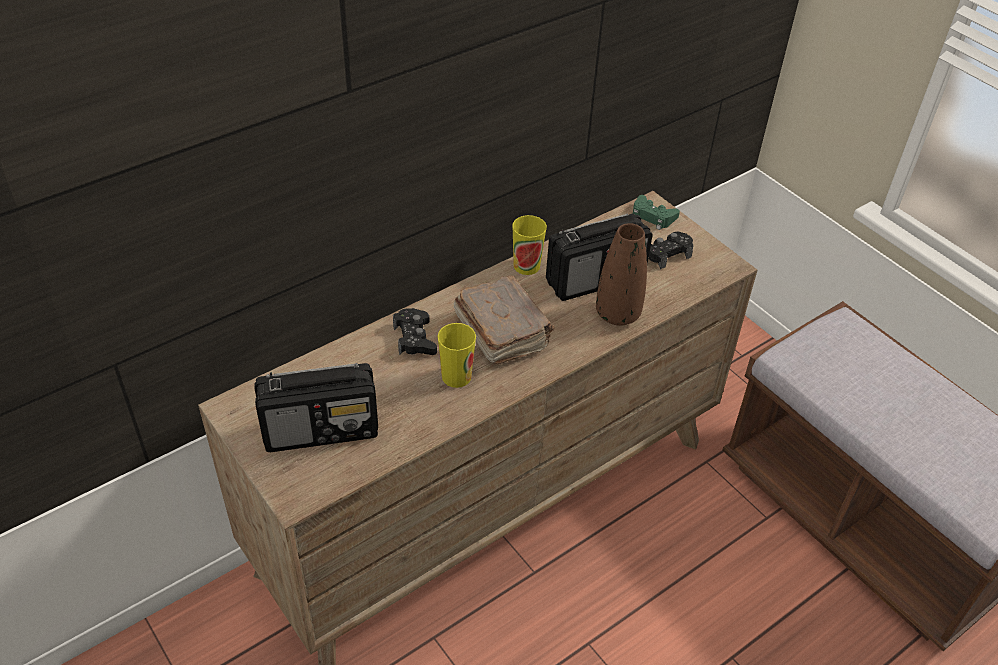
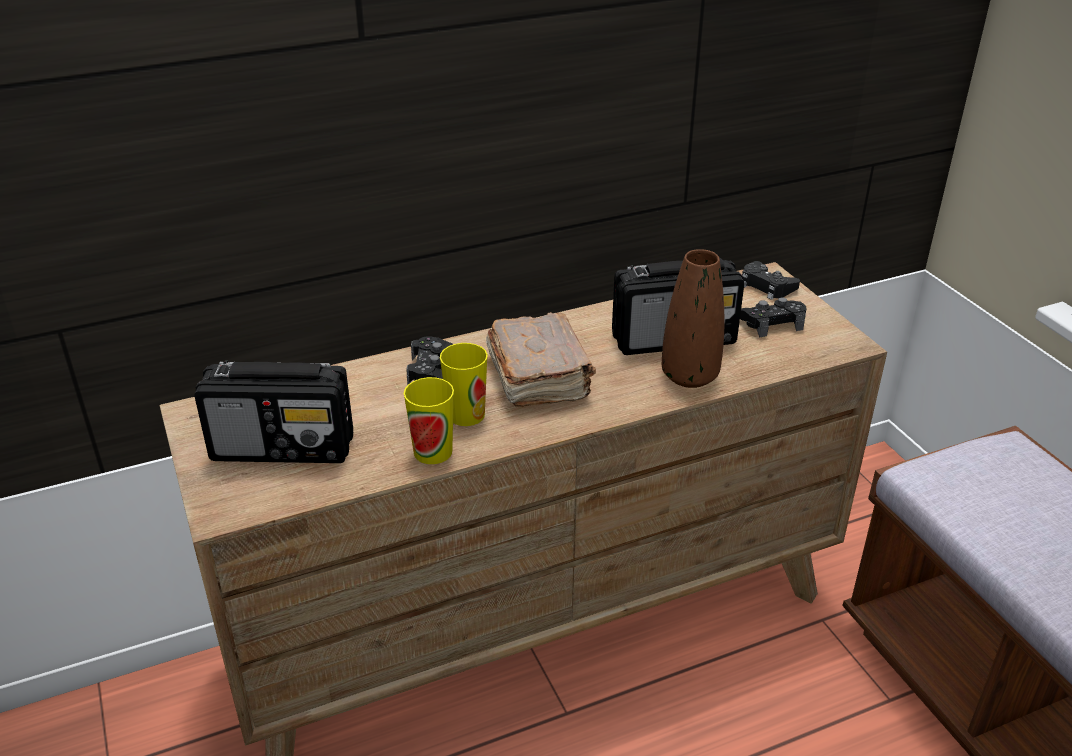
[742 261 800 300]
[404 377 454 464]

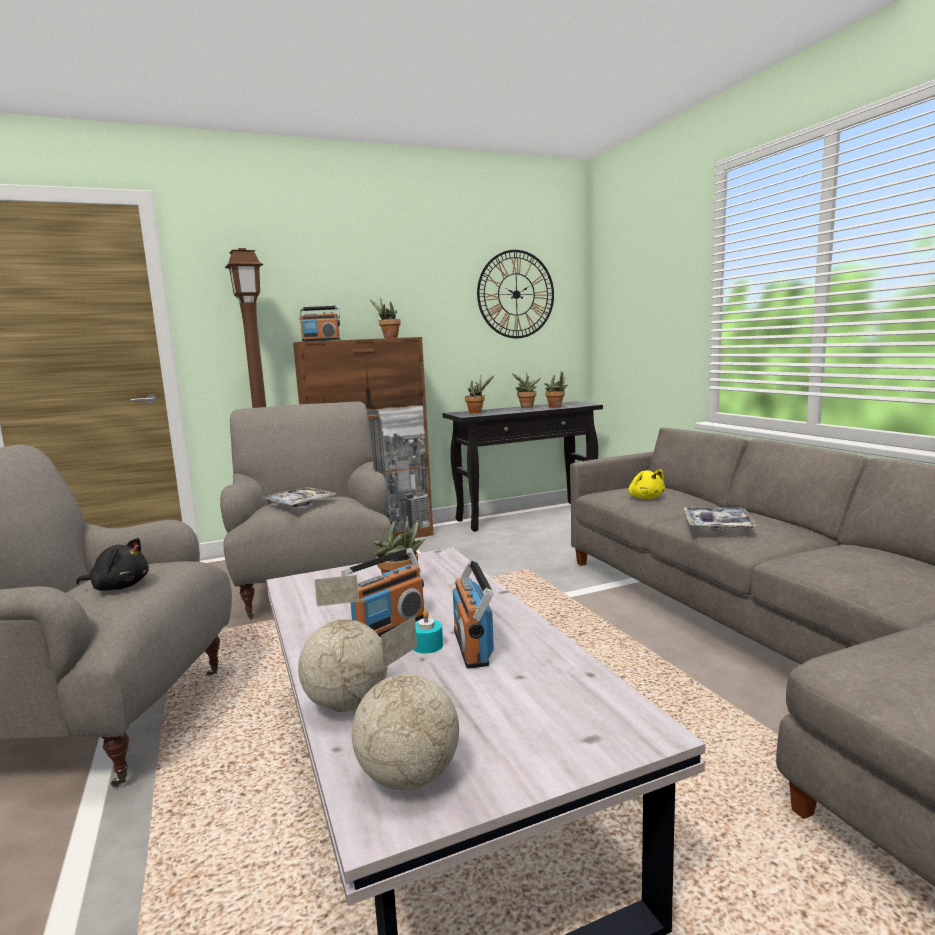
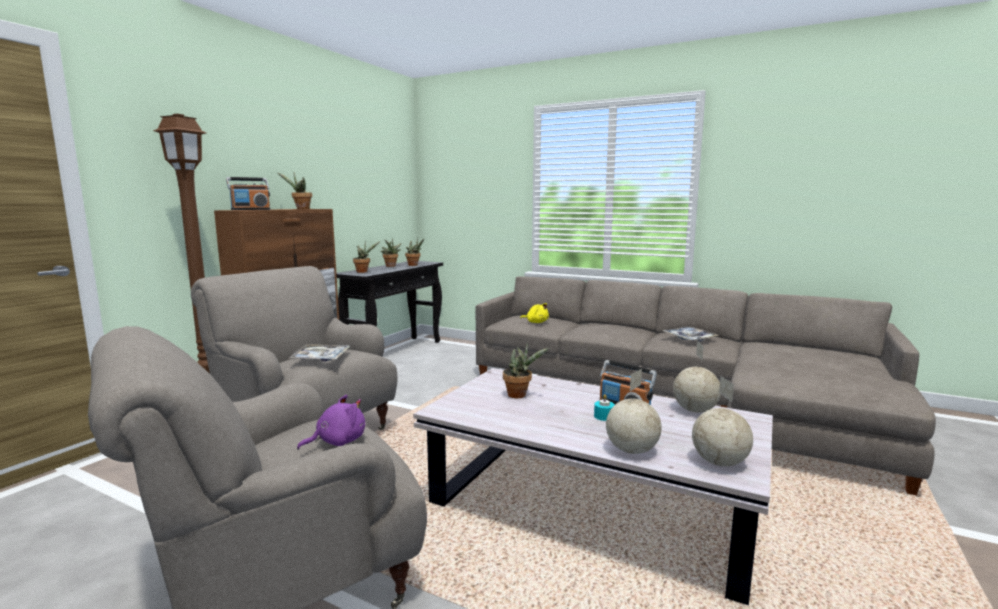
[477 250 554 338] (first image)
[663 326 719 342]
[297 395 365 450]
[341 548 424 637] (first image)
[673 341 721 412]

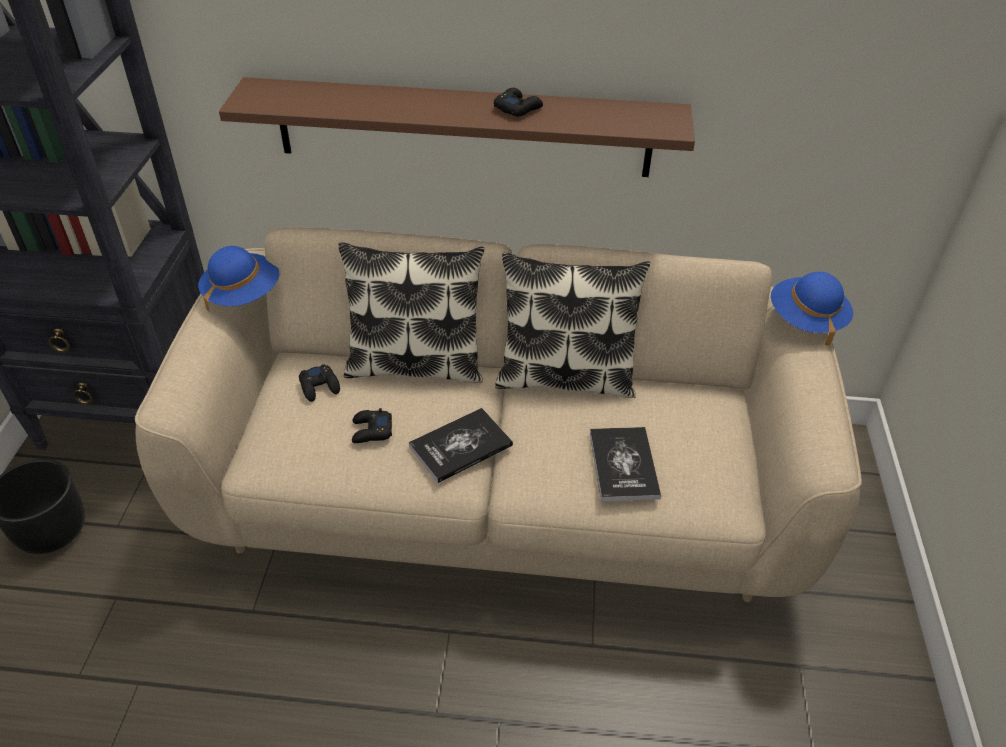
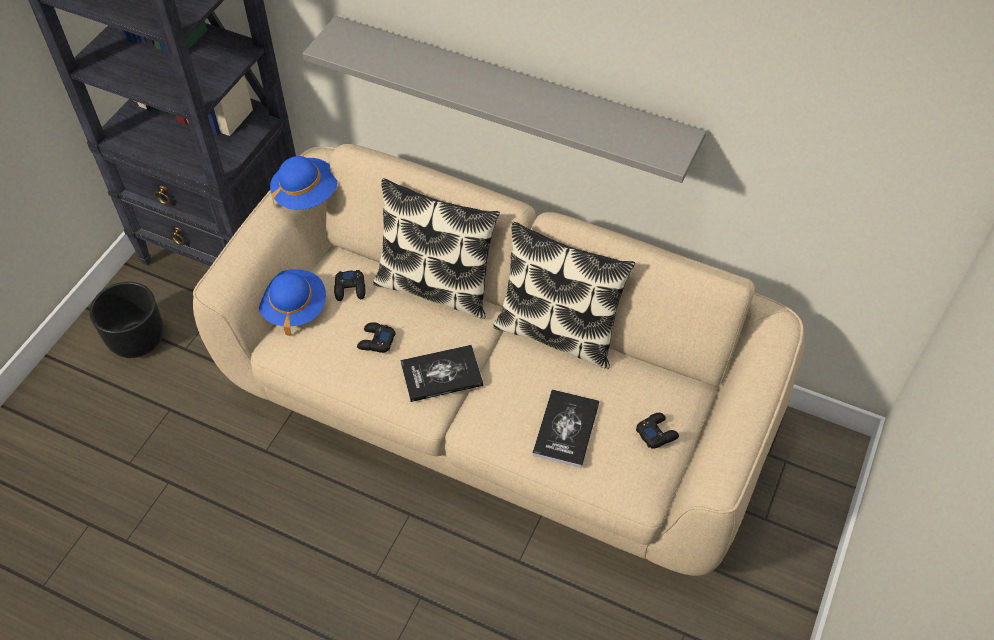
[303 16 706 183]
[636 413 679 449]
[259 269 326 336]

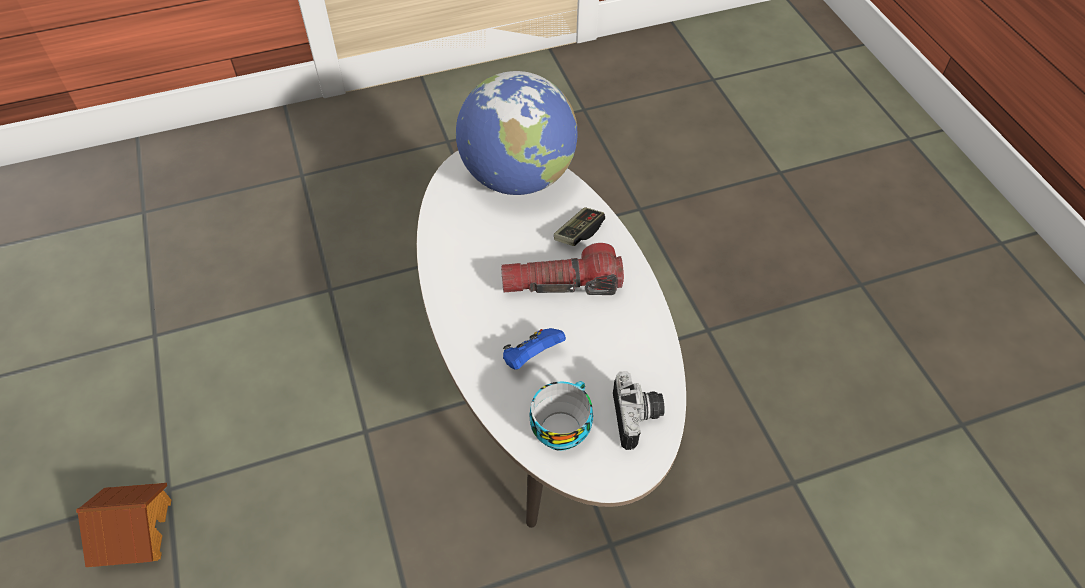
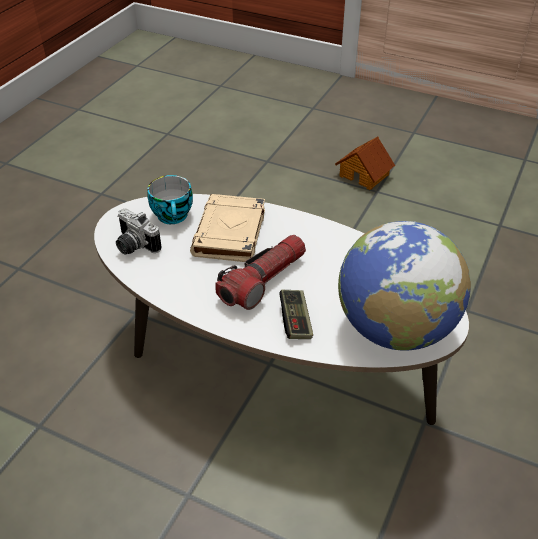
[190 194 265 262]

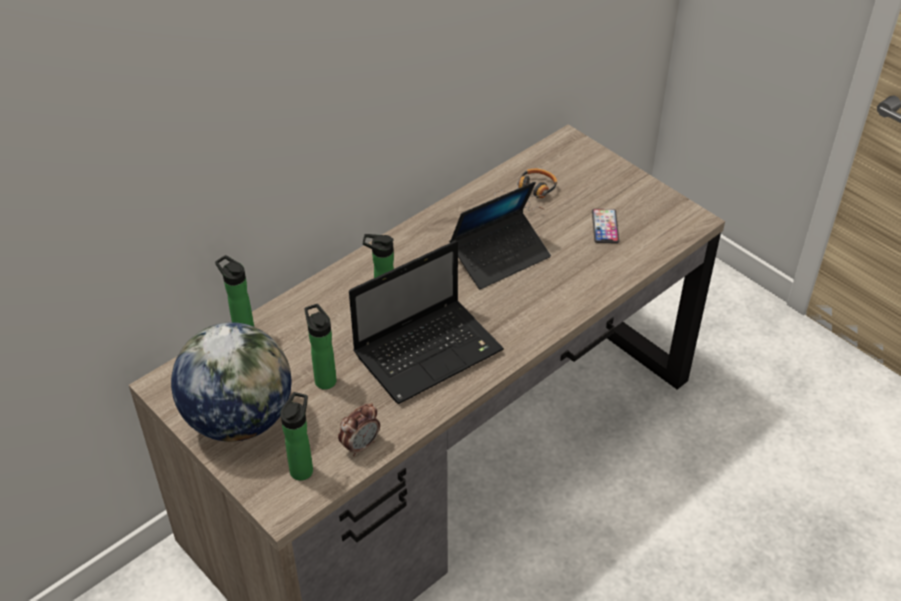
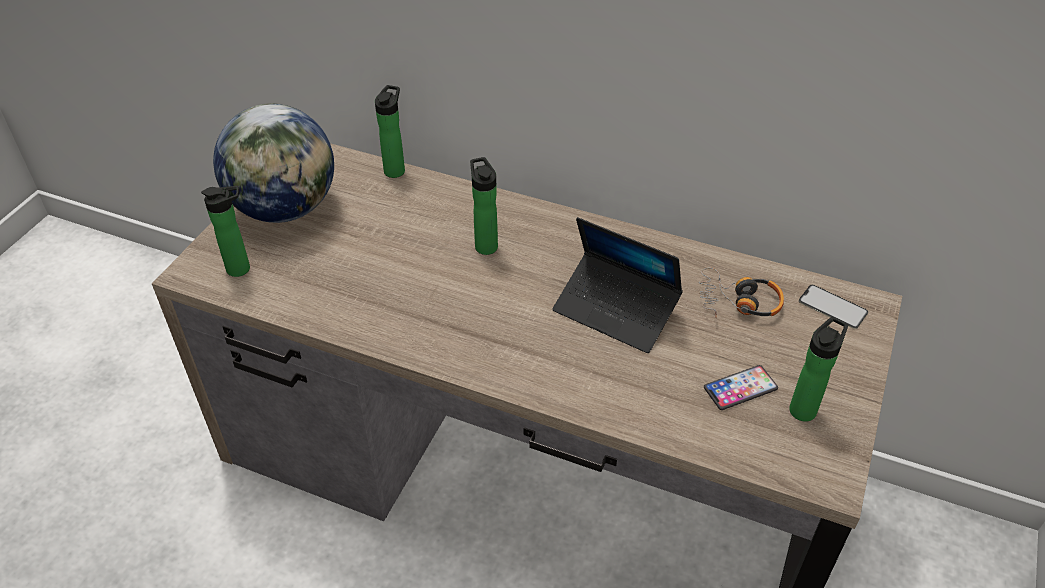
[349 240 504 404] (first image)
[789 317 848 422]
[338 403 380 457] (first image)
[799 284 868 329]

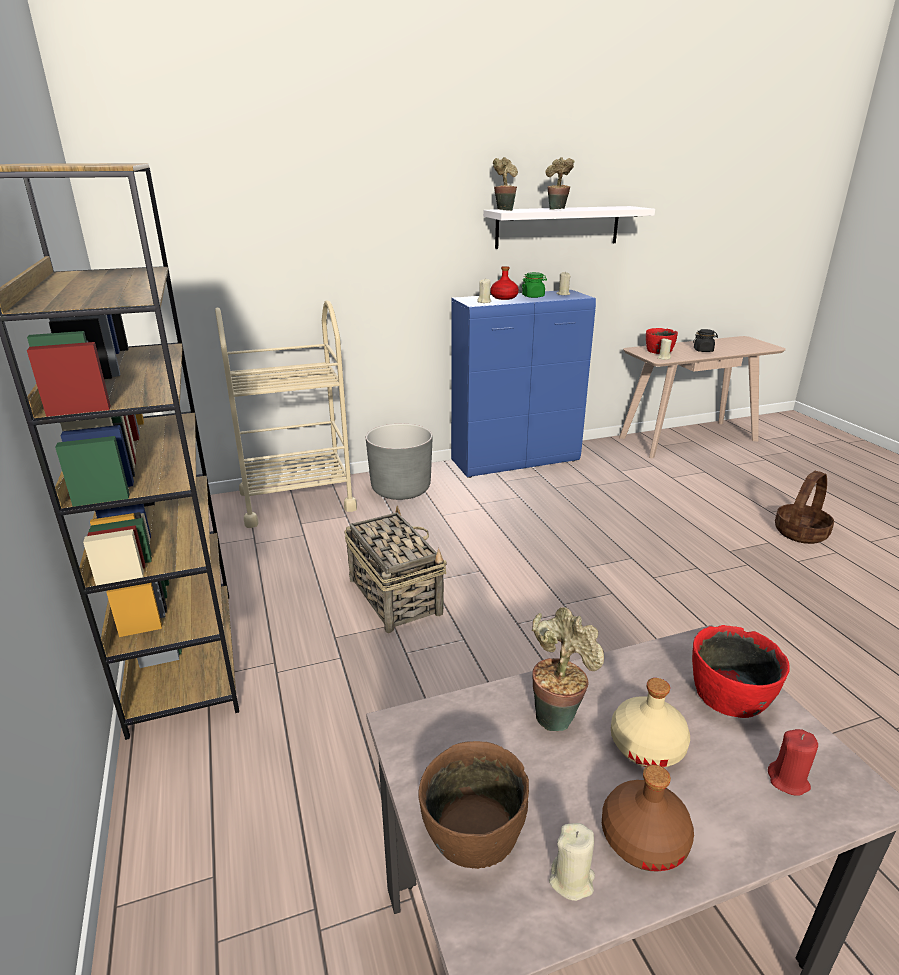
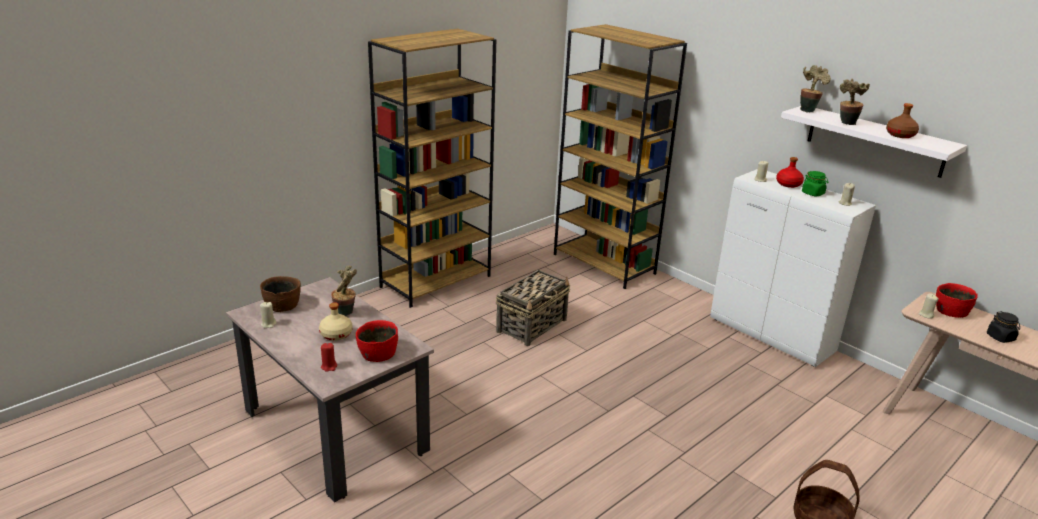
[711 169 876 367]
[554 24 687 289]
[366 424 433 500] (first image)
[886 103 919 138]

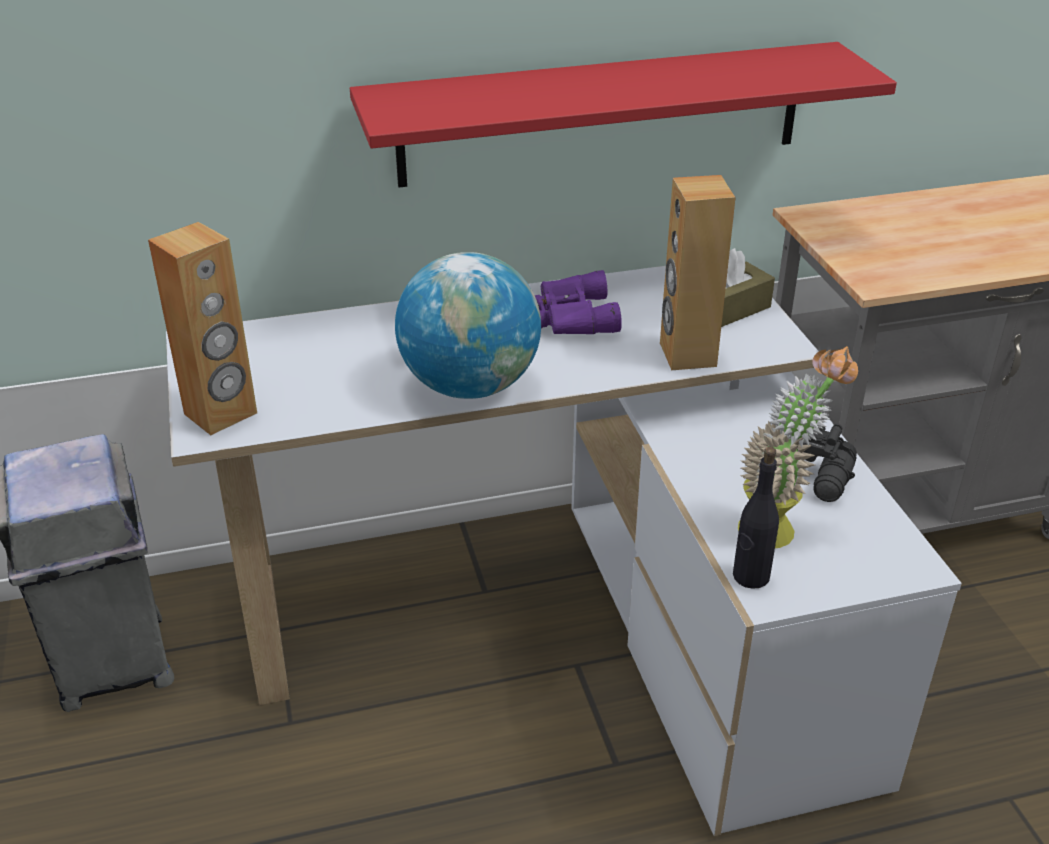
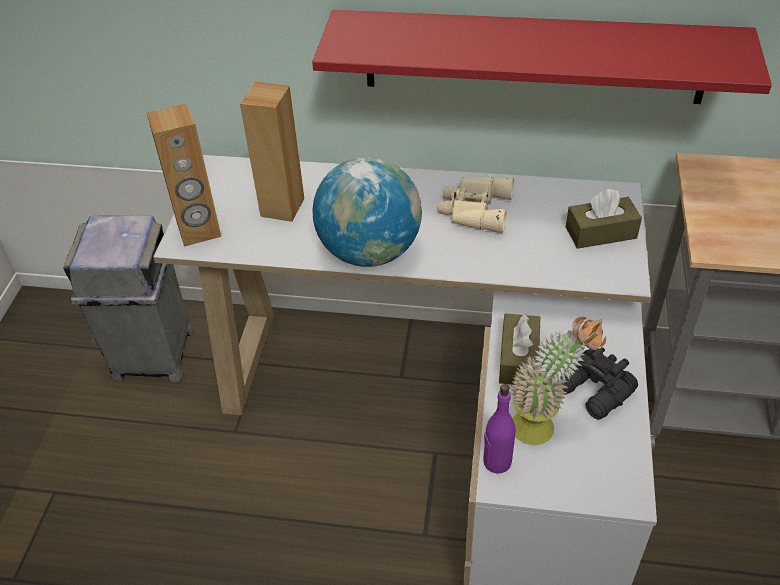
[240 82 304 222]
[438 177 514 233]
[483 384 516 474]
[499 313 540 385]

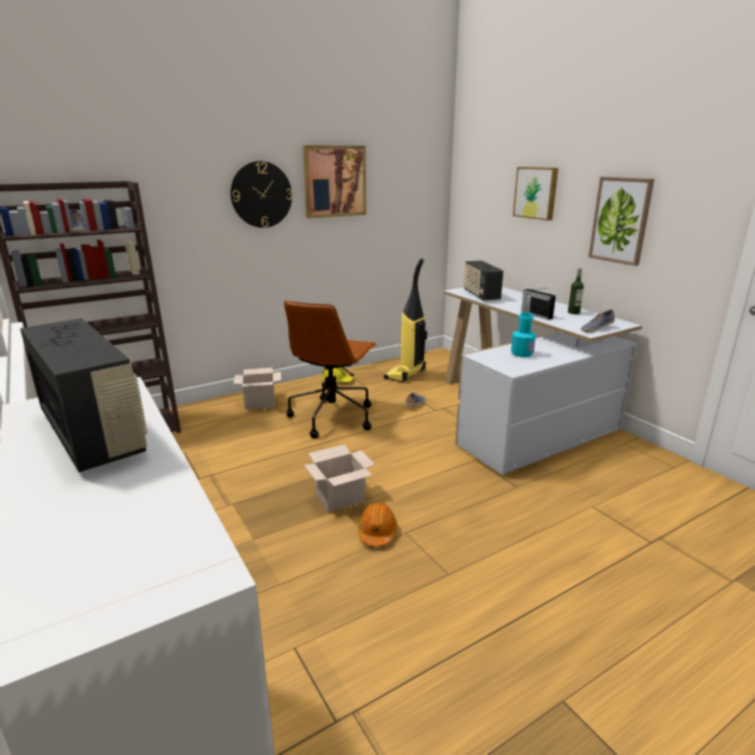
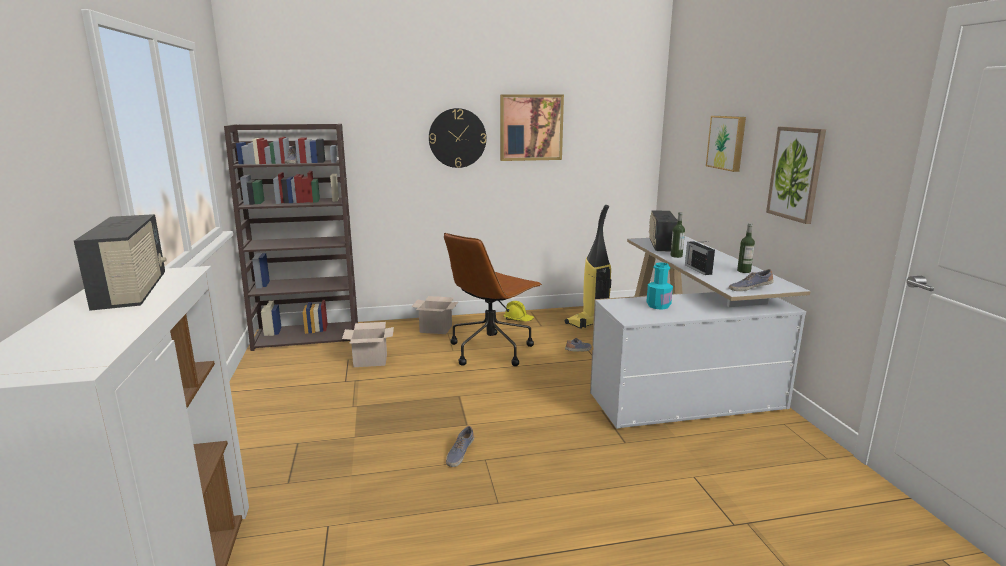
[342 322 394 367]
[446 426 474 467]
[671 212 685 258]

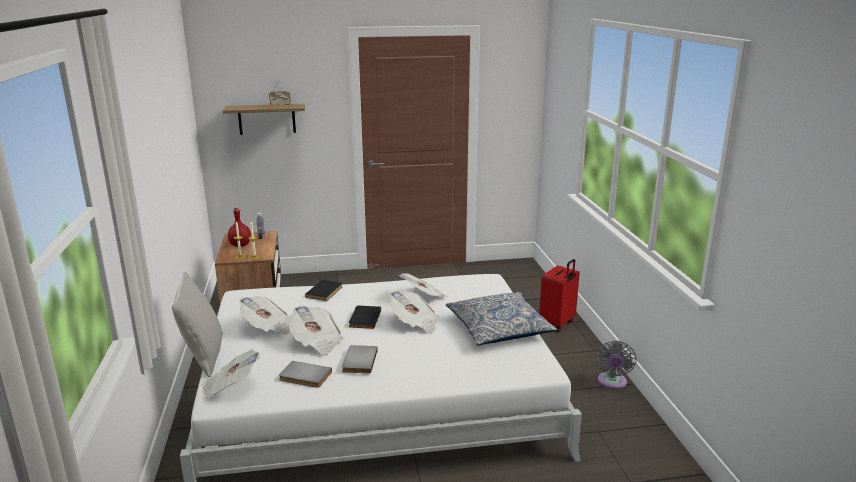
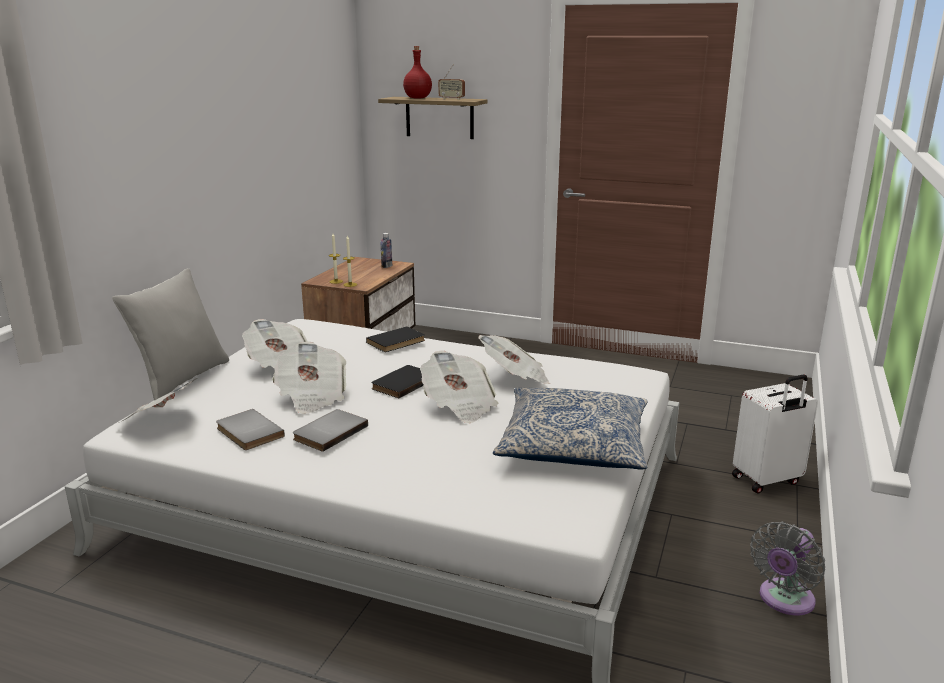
[403 46 432 99]
[732 374 818 493]

